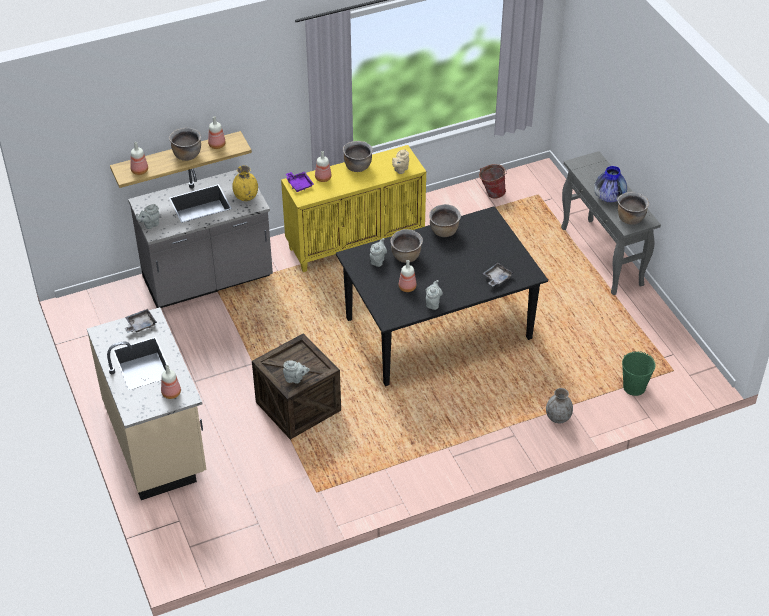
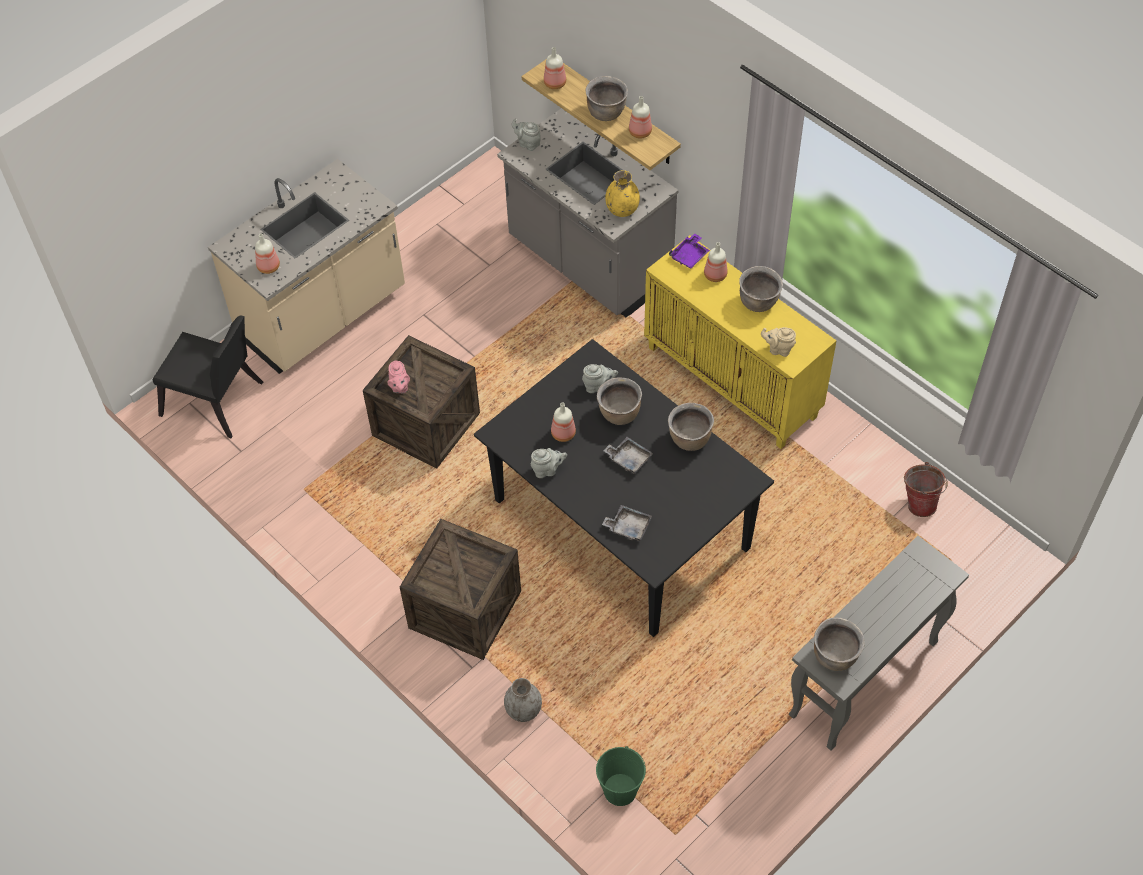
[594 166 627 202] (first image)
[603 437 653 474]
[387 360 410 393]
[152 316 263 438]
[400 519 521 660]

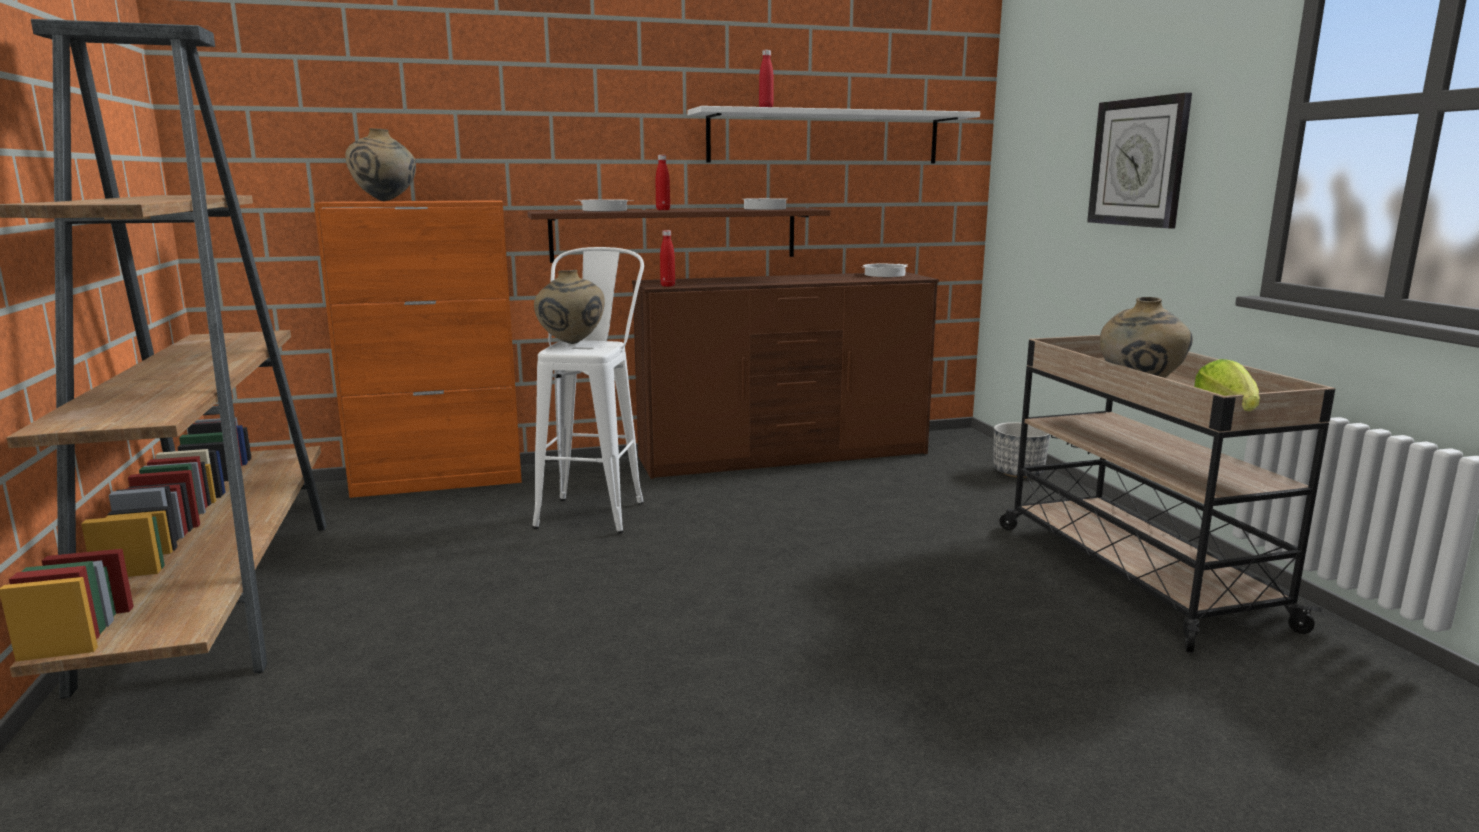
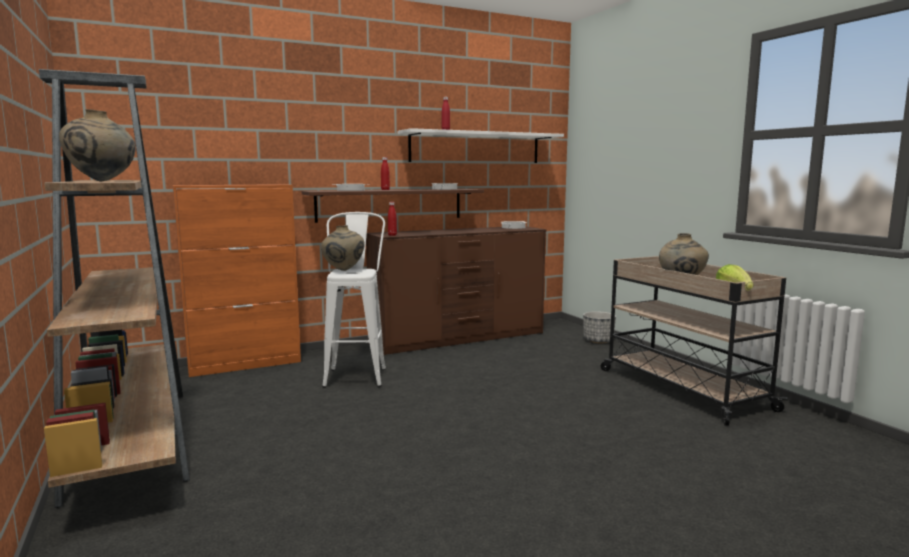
[1087 93 1192 229] (first image)
[59 109 135 181]

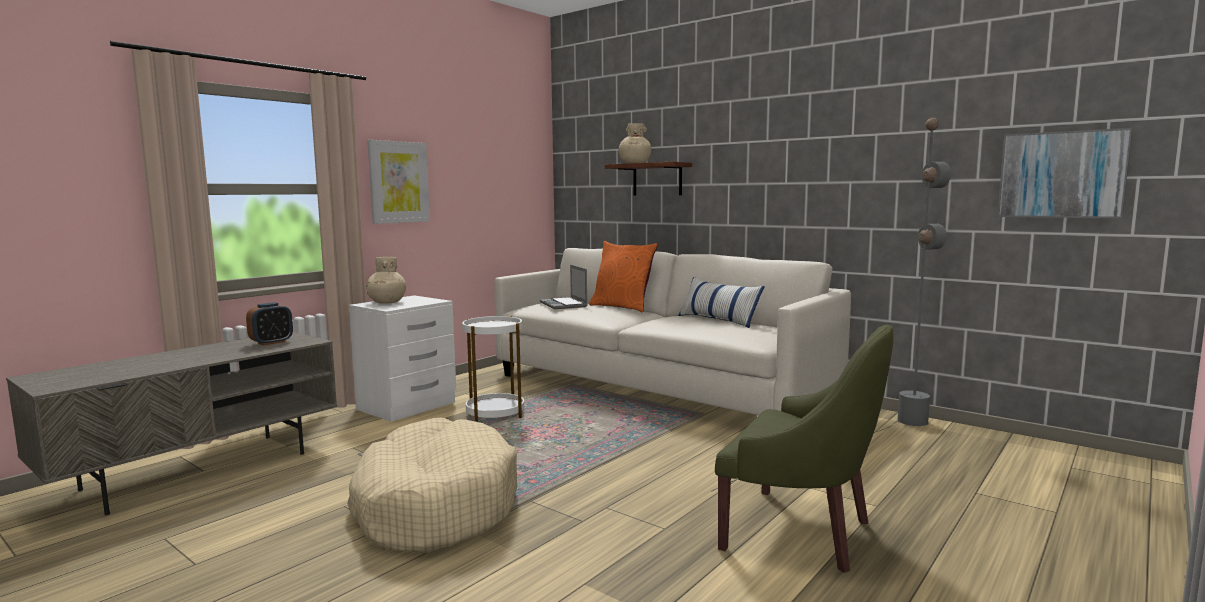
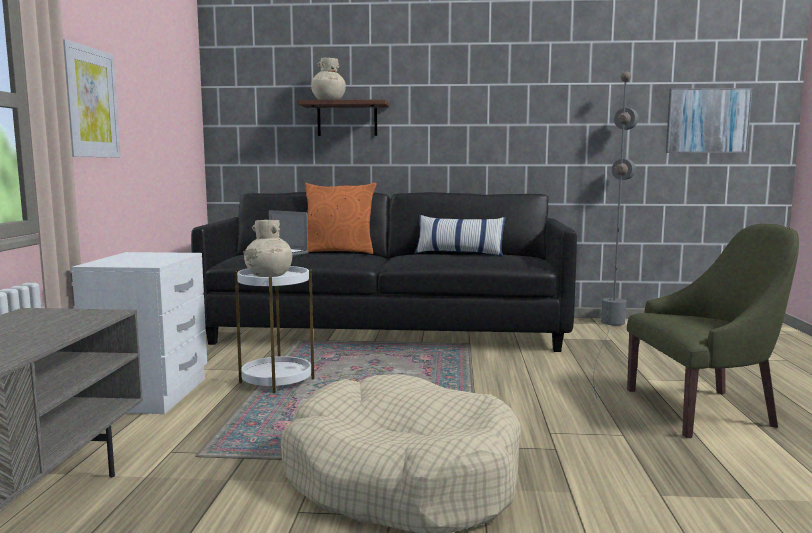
[191 192 577 352]
[244 220 292 277]
[246 302 293 346] (first image)

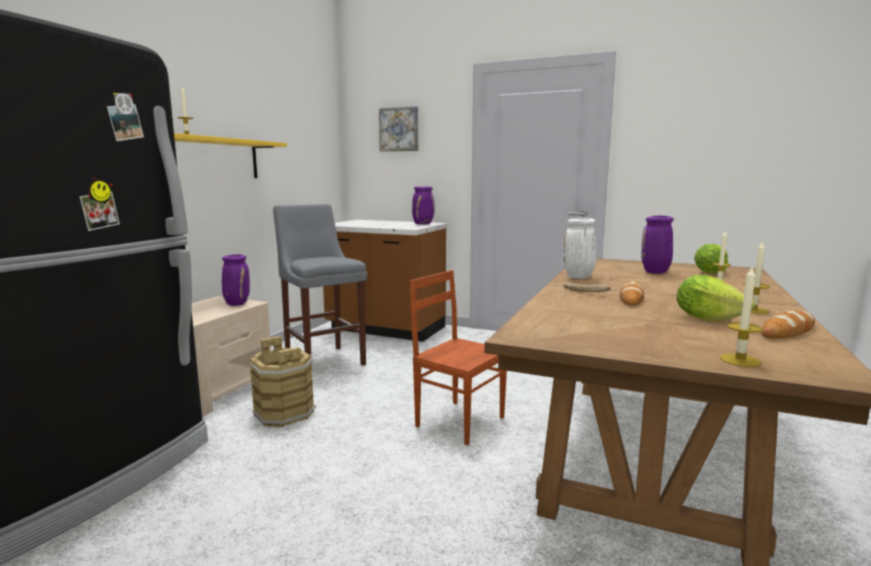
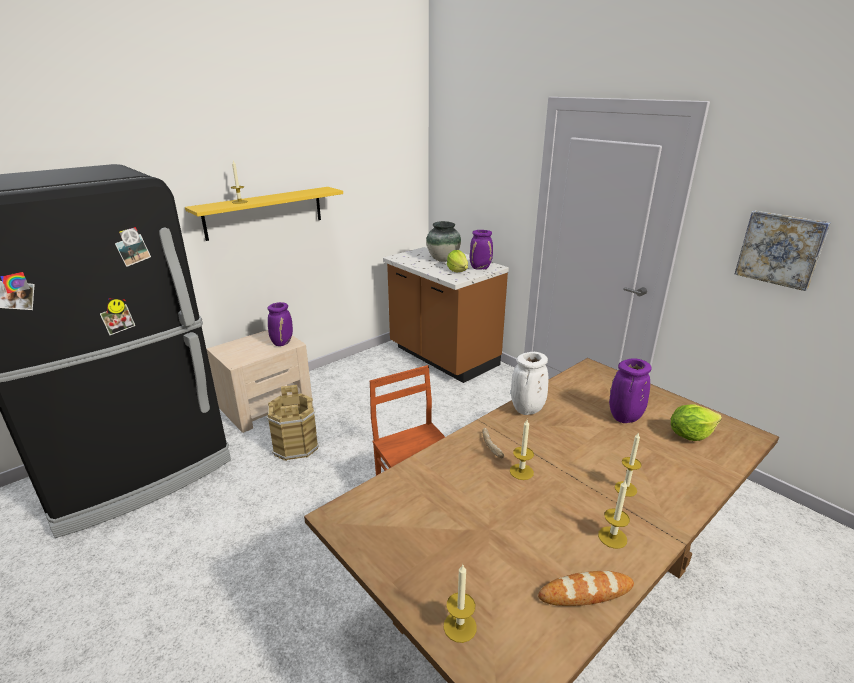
[735 211 831 291]
[273 204 367 366] (first image)
[447 250 468 272]
[510 420 534 480]
[426 221 461 262]

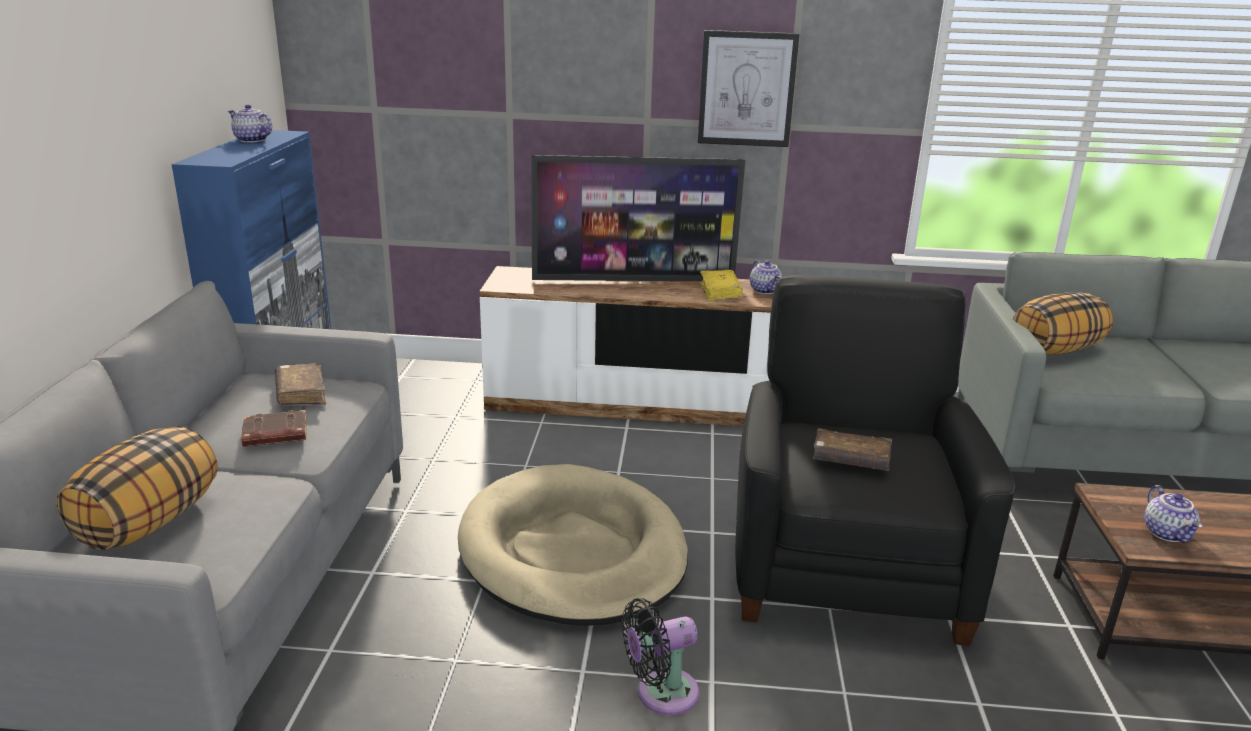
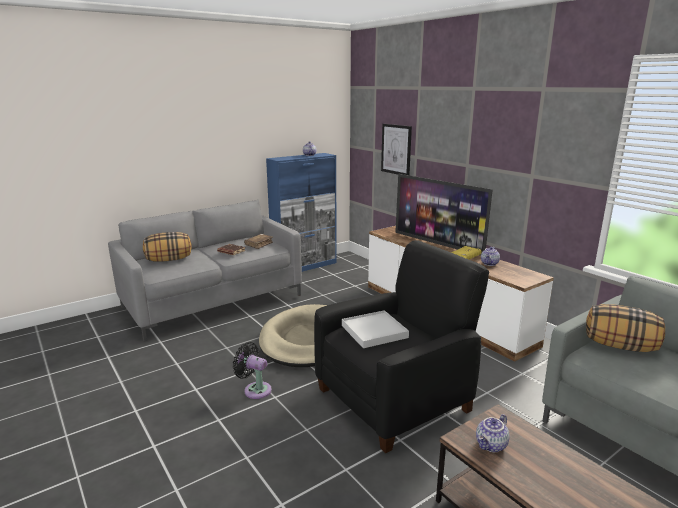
[381 124 412 175]
[342 310 409 348]

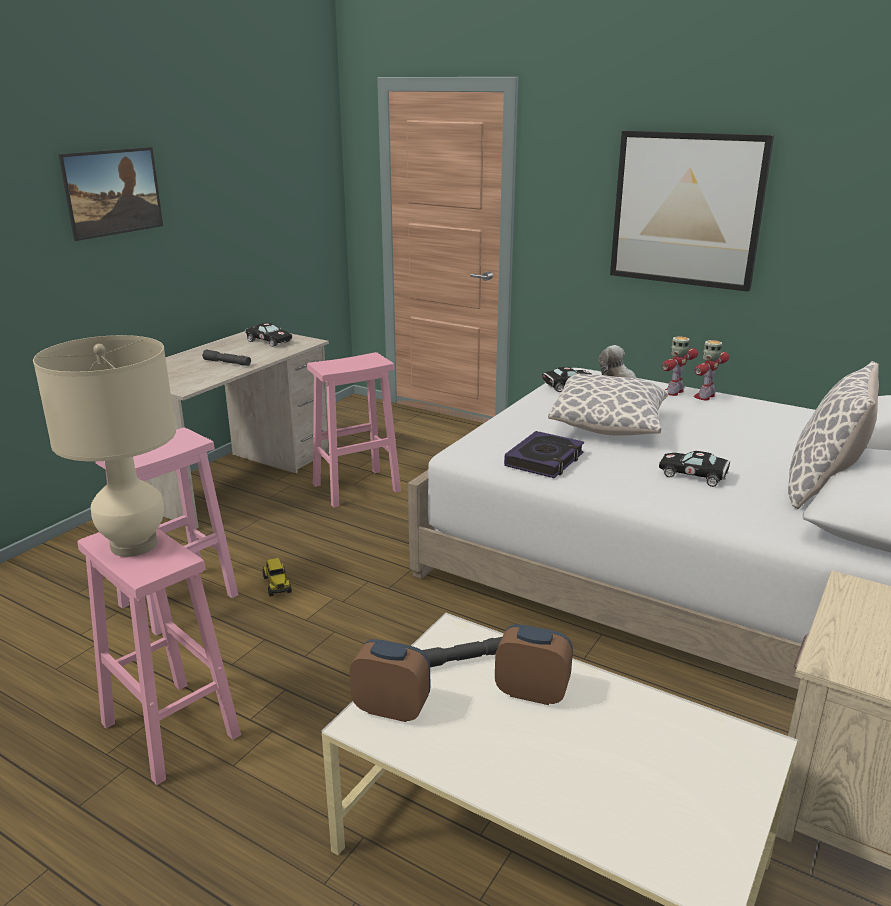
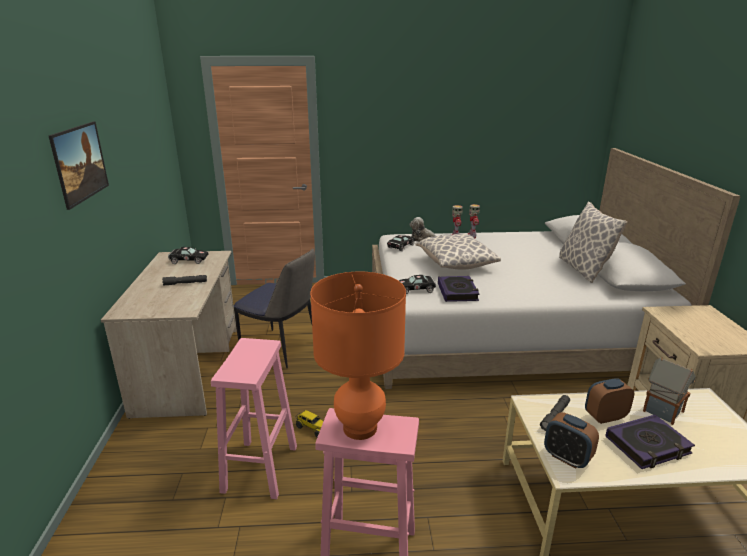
[610 131 774 292] (first image)
[310 272 406 440]
[234 249 315 368]
[399 275 436 294]
[544 412 599 468]
[643 357 696 425]
[606 415 695 469]

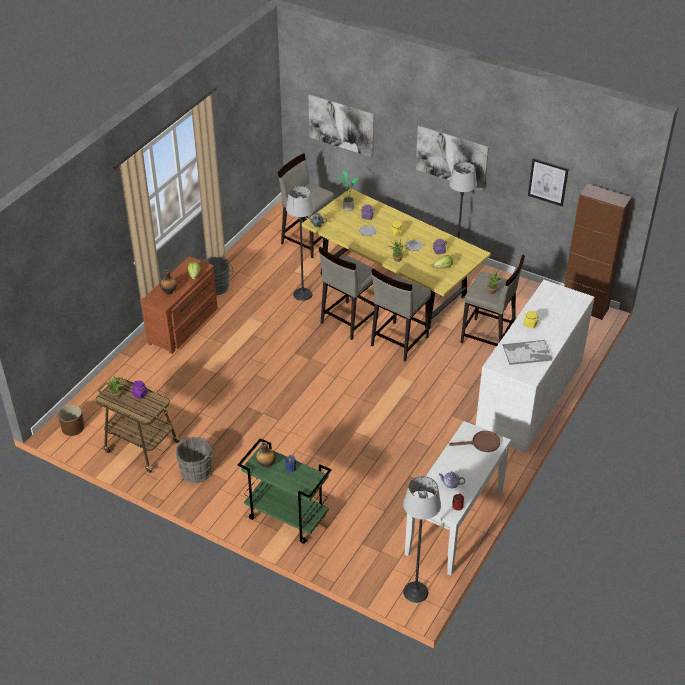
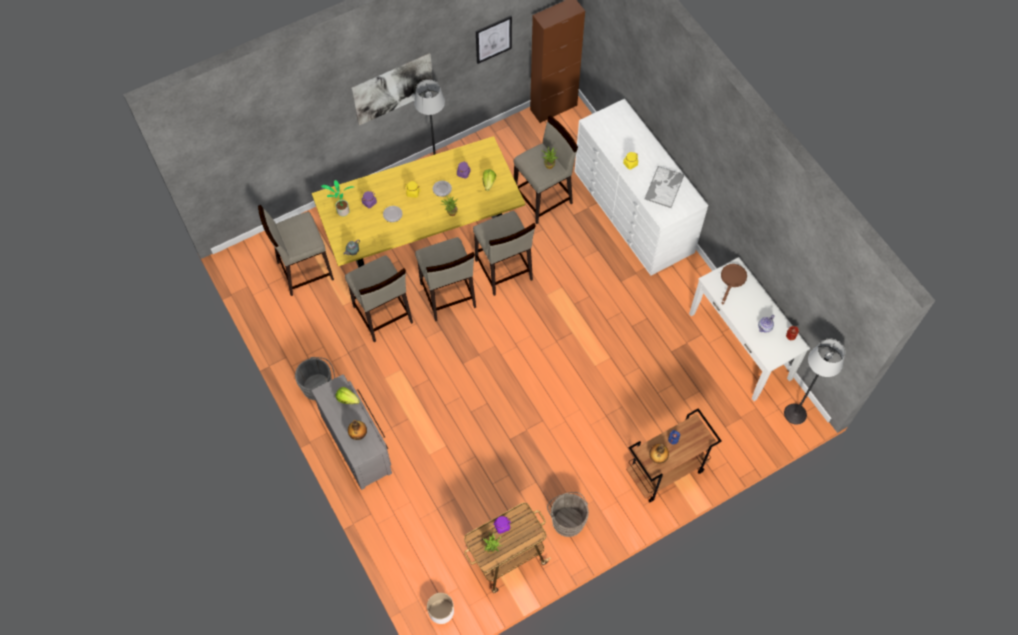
[309 95 374 157] (first image)
[345 255 413 342]
[311 374 392 490]
[427 593 454 624]
[626 408 722 502]

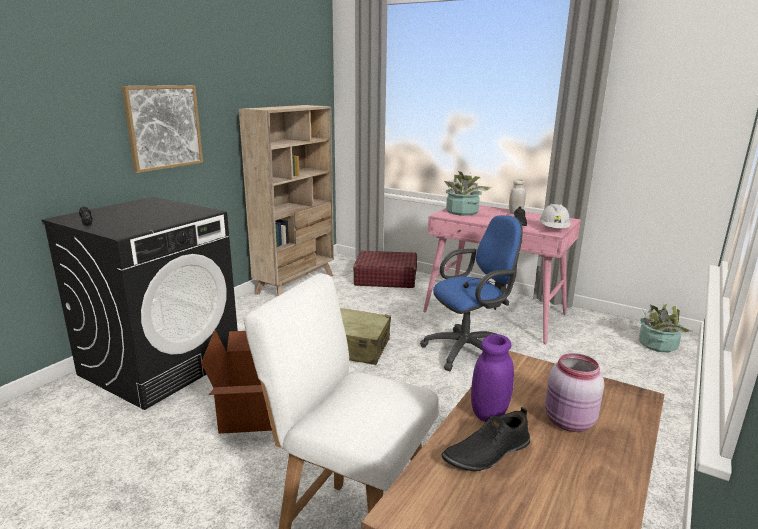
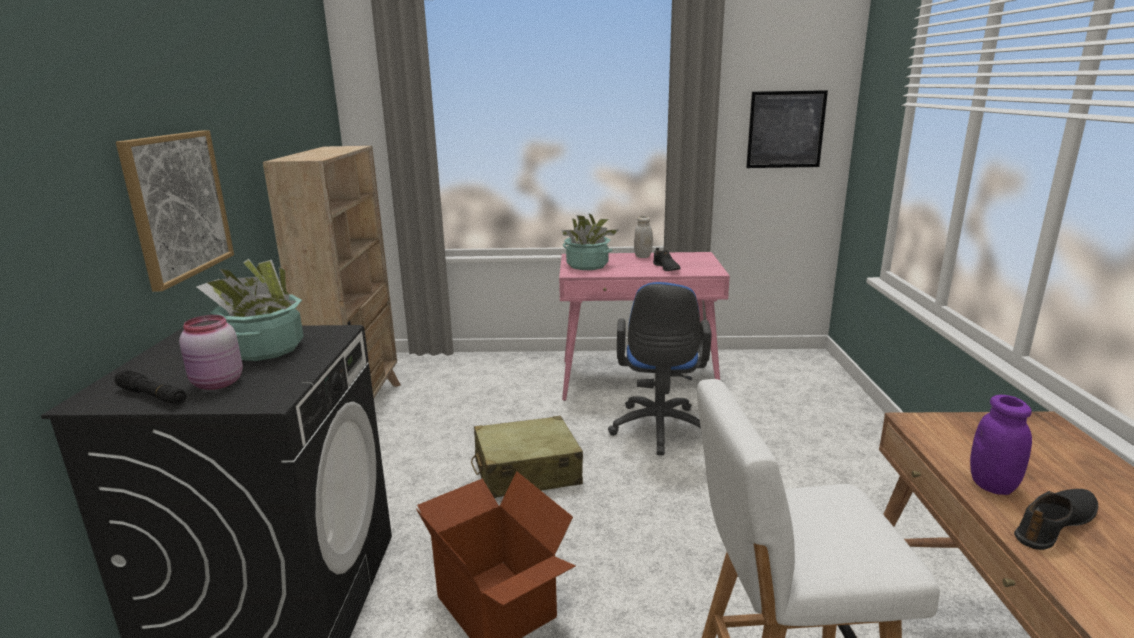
[539 204 571 228] (first image)
[608 282 712 455]
[354 251 417 288] (first image)
[196 259 304 361]
[179 315 243 390]
[1014 489 1098 550]
[746 90 828 168]

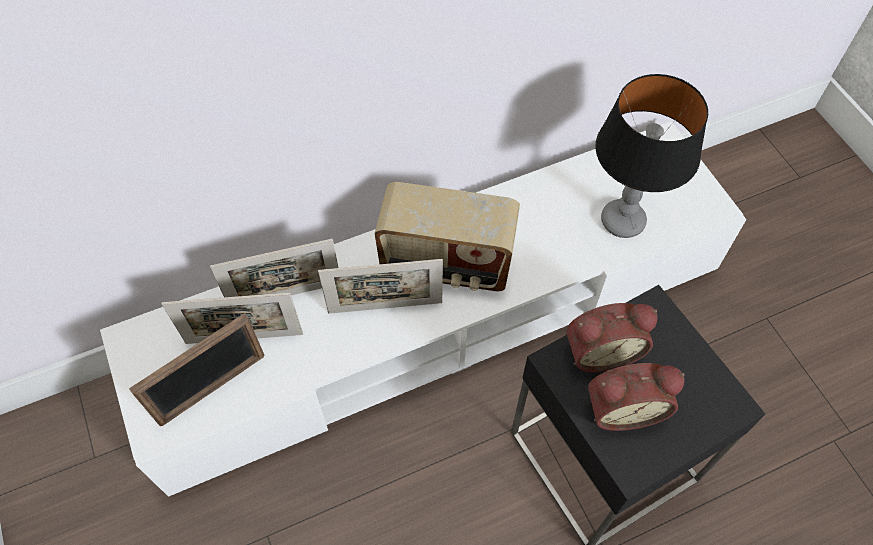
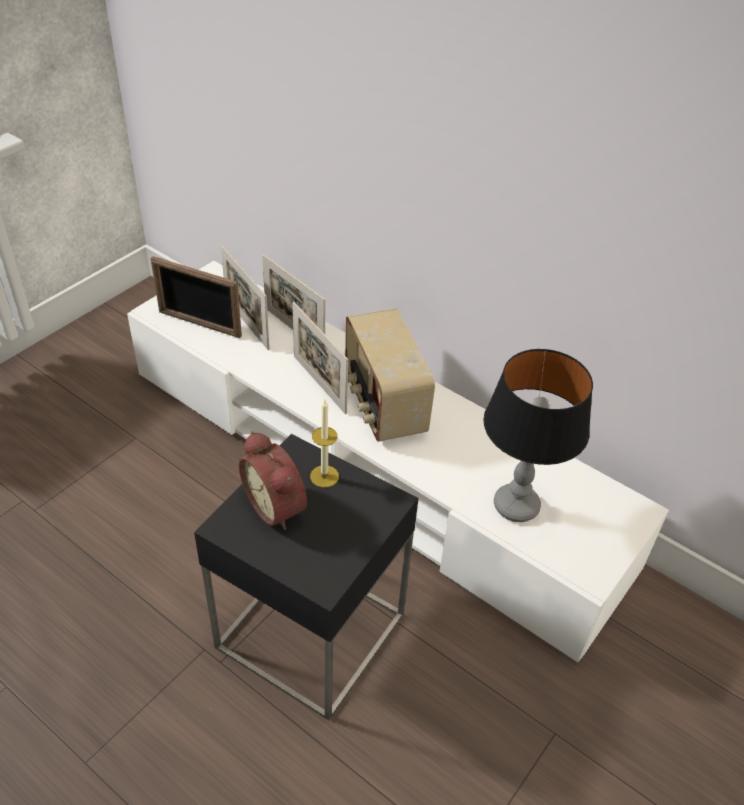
[310 400 339 488]

